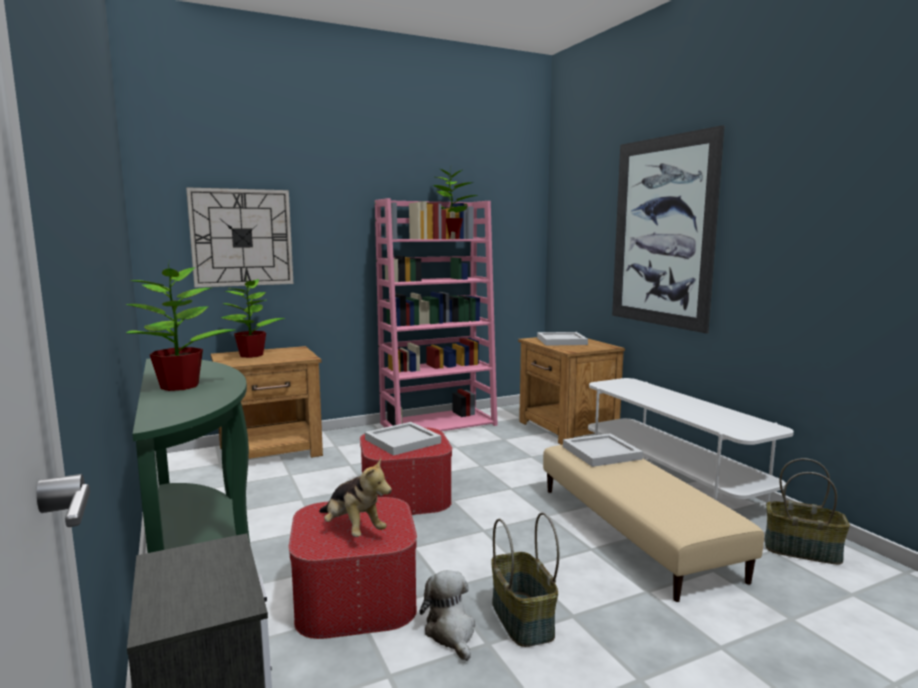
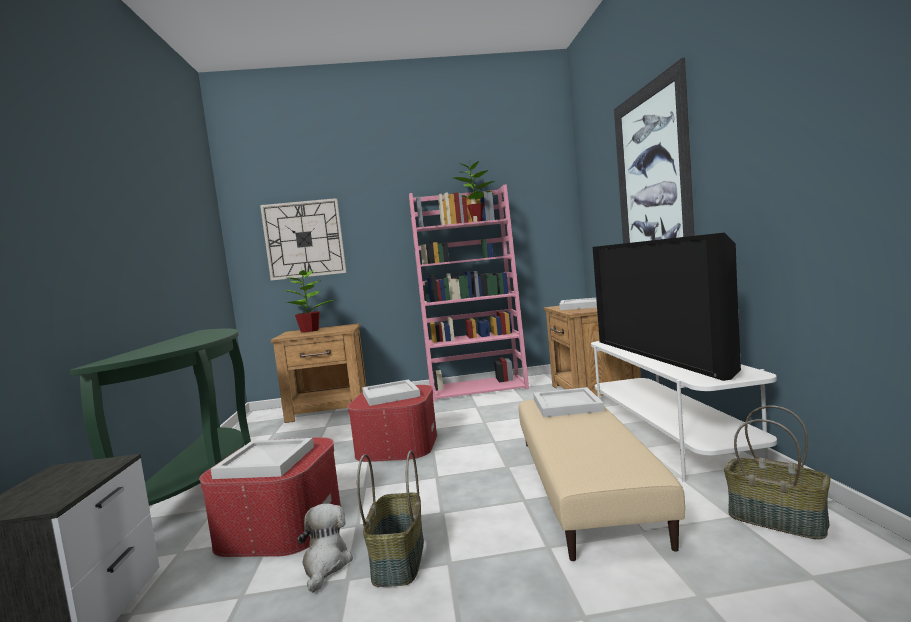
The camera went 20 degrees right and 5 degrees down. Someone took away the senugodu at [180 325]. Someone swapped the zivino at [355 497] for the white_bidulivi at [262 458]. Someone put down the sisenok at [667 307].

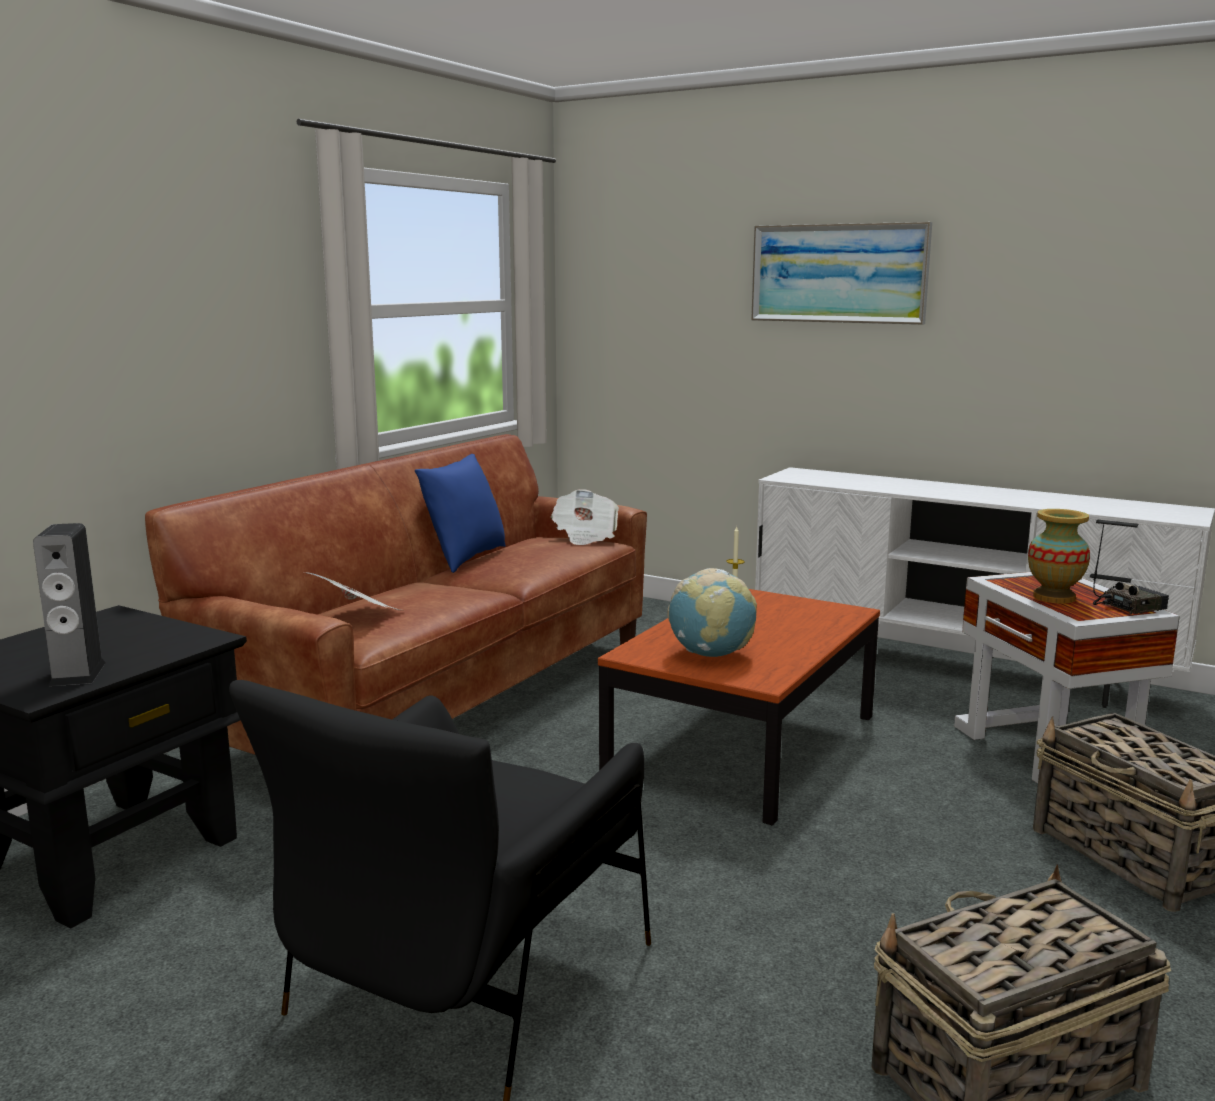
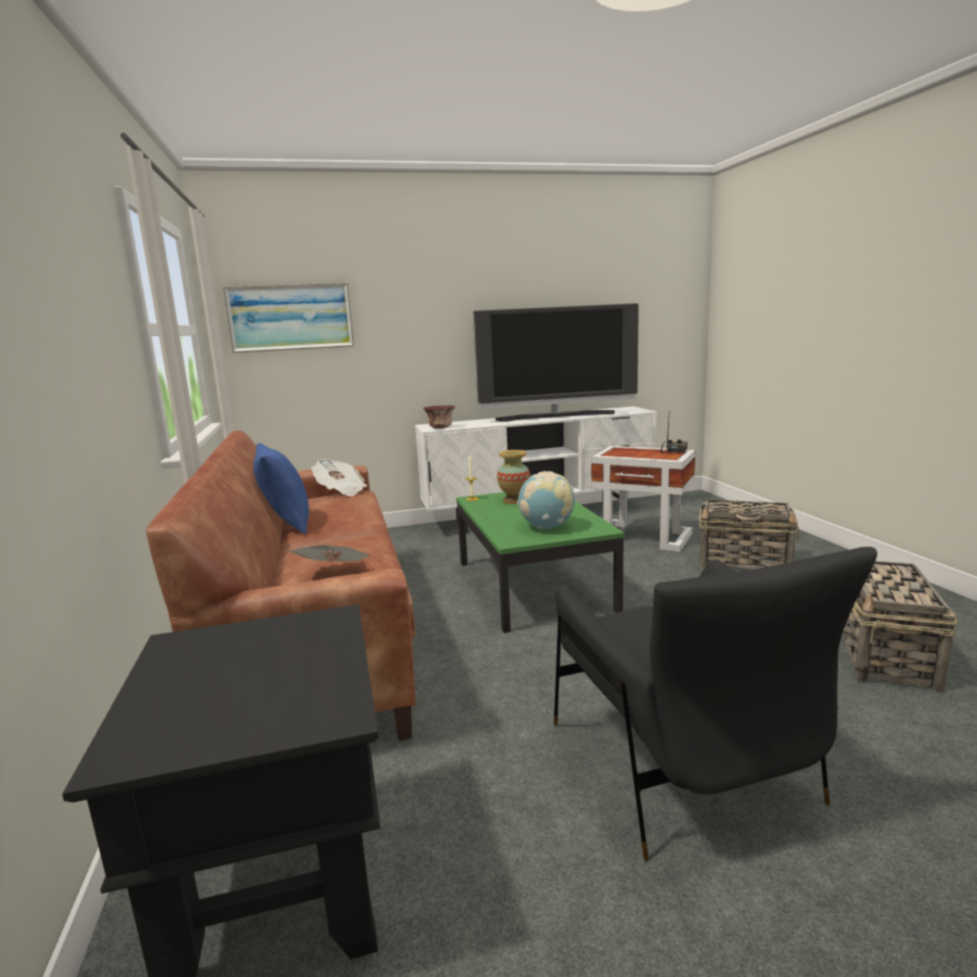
The camera went 45 degrees left and 0 degrees up. Someone carried the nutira from [841 273] to [288 318]. Someone carried the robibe from [1059 556] to [513 477]. Someone took away the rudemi at [69 604]. Someone repainted the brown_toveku at [739 707], which became the green_toveku at [540 562]. Someone put down the sisenok at [556 362]. Someone put down the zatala at [439 416].

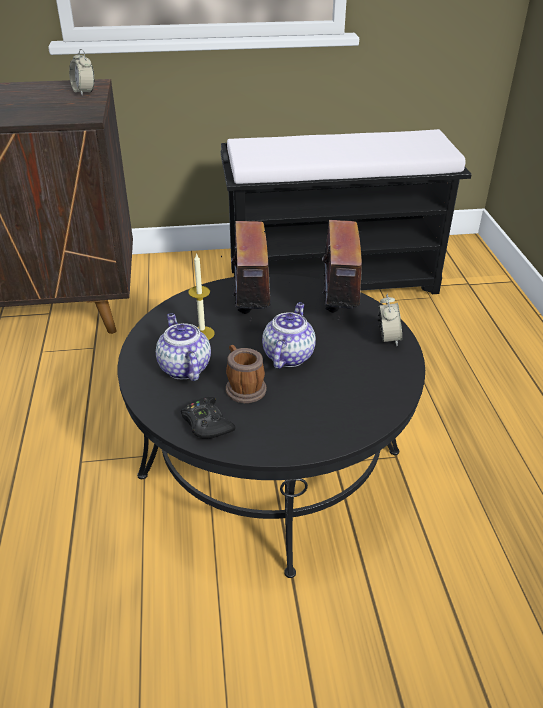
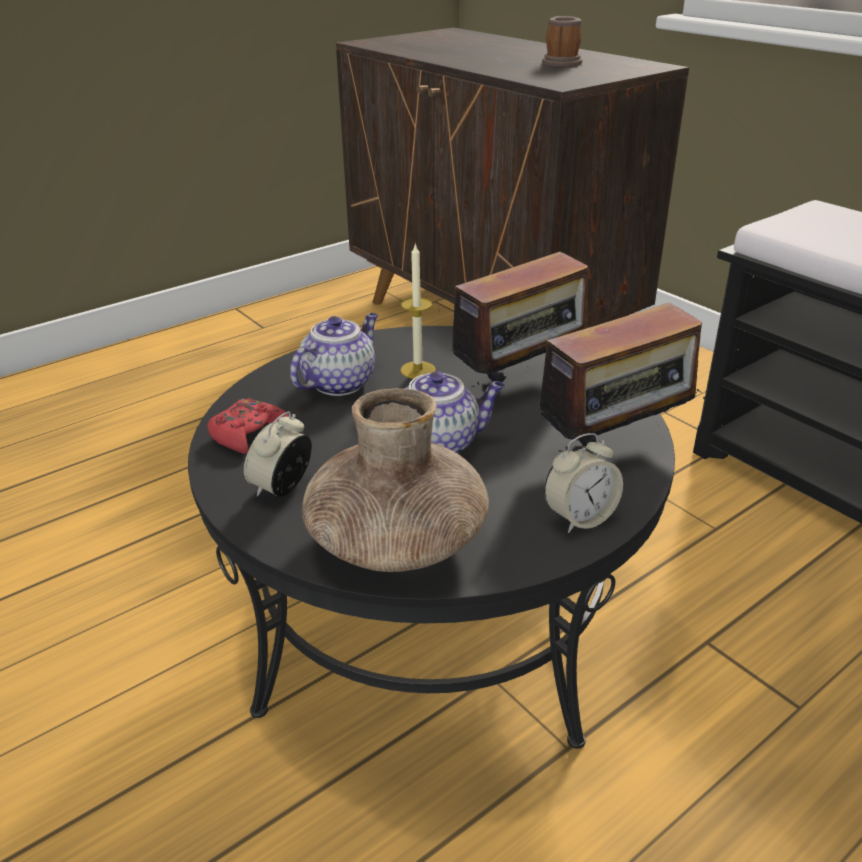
The camera went 60 degrees right and 5 degrees down. Someone carried the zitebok from [81 72] to [278 454]. Someone carried the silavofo from [246 374] to [562 41]. Someone repainted the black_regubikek at [208 418], which became the red_regubikek at [248 426]. Someone put down the brown_robibe at [395 480].

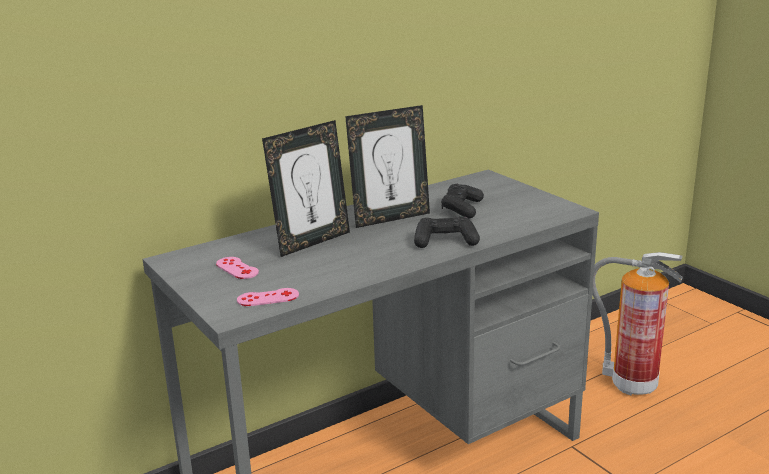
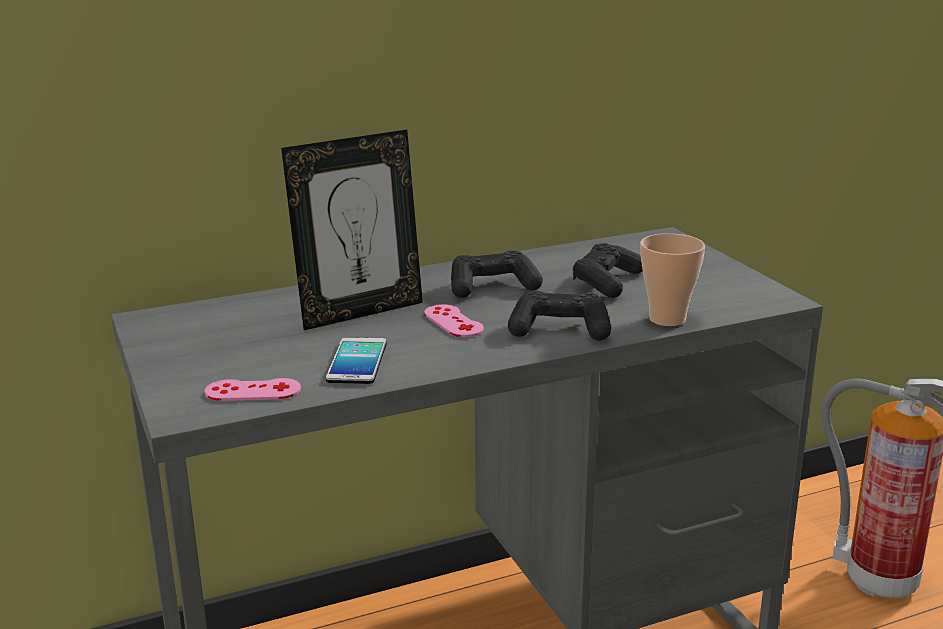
The camera went 10 degrees right and 0 degrees up. Someone swapped the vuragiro at [387 166] for the black_regubikek at [497 274]. Someone carried the pink_regubikek from [237 268] to [454 321]. Someone put down the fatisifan at [672 279]. Someone put down the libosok at [356 360].

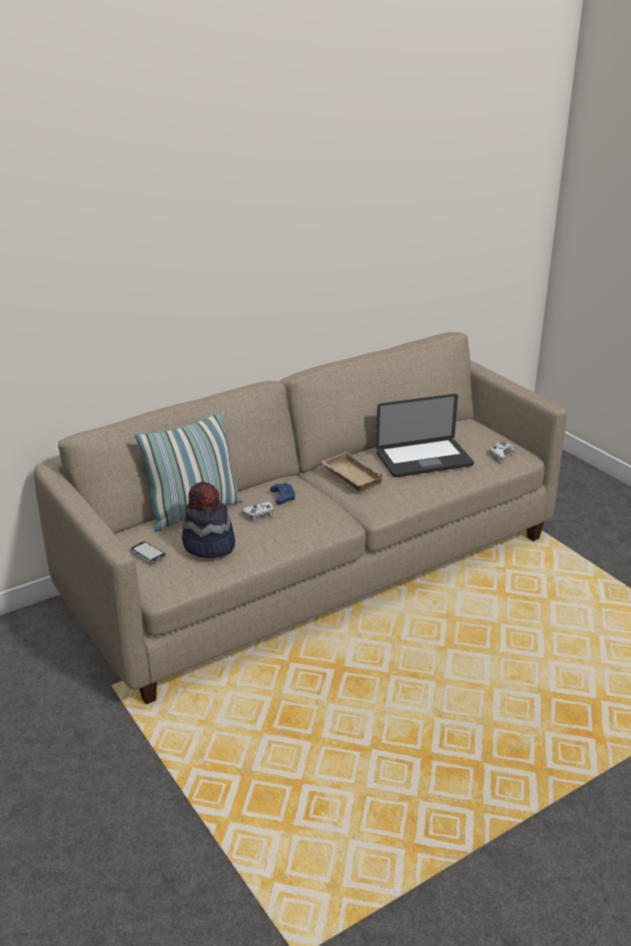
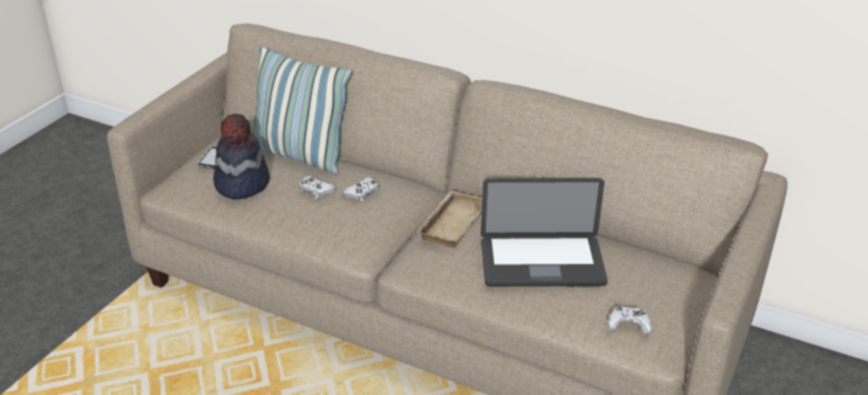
The camera went 60 degrees right and 5 degrees up. Someone rotated the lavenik at [425 435] by 45 degrees counterclockwise. Someone repainted the blue_regubikek at [282 493], which became the white_regubikek at [360 189].

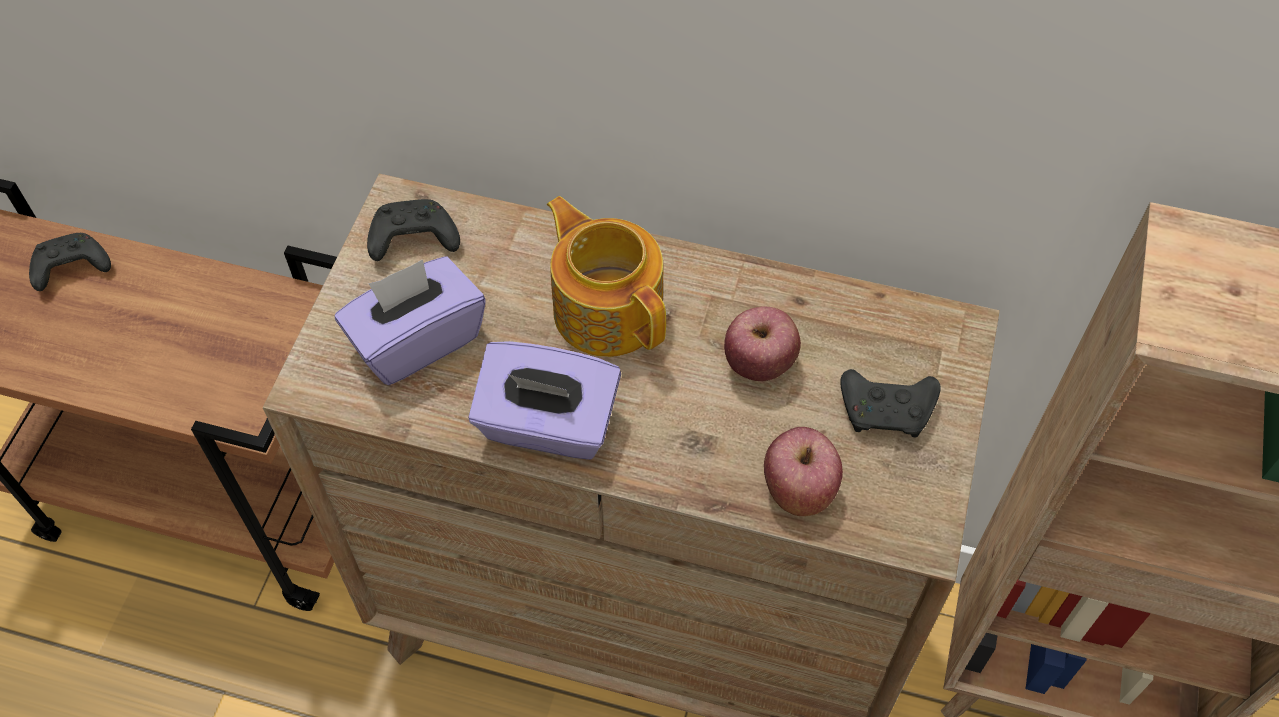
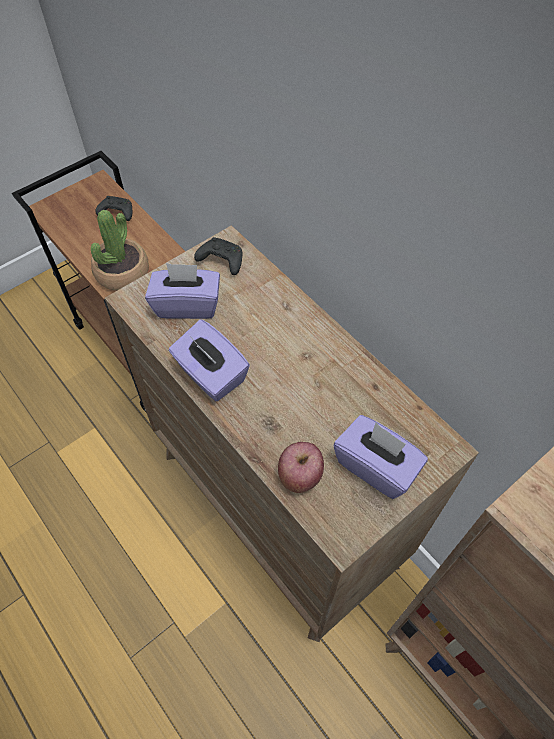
The camera went 35 degrees right and 0 degrees up. Someone took away the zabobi at [606 276]. Someone took away the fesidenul at [762 343]. Someone swapped the black_regubikek at [891 403] for the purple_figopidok at [381 457]. Someone put down the senugodu at [120 250].

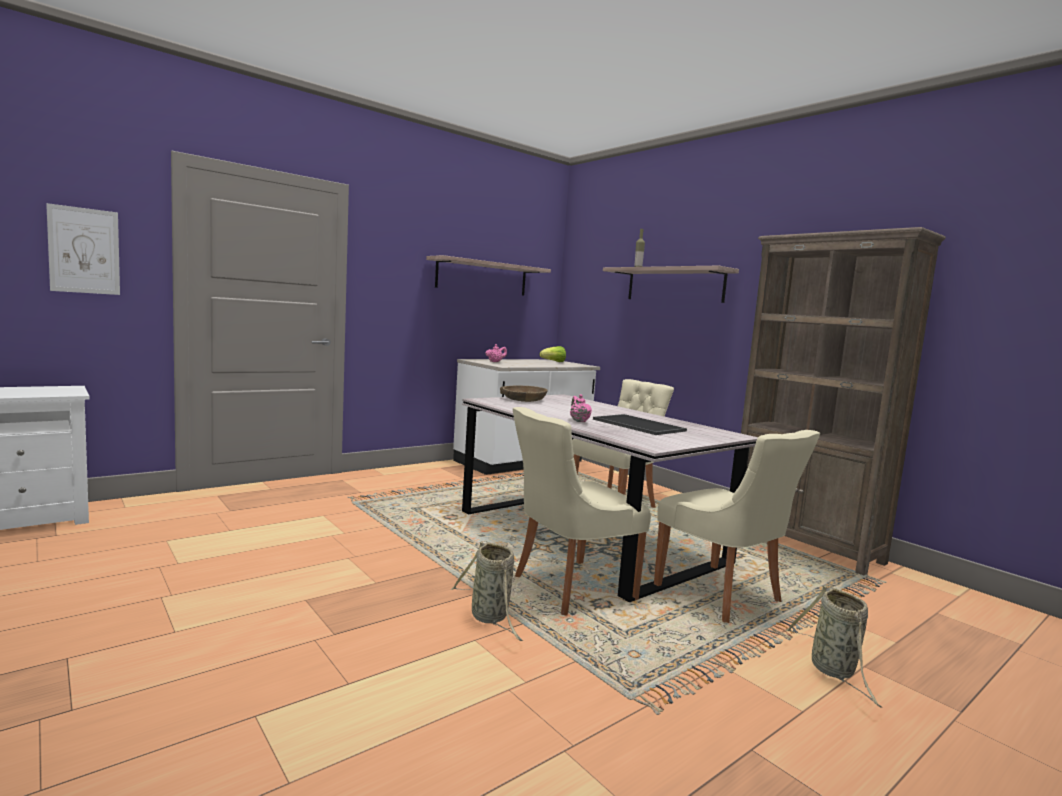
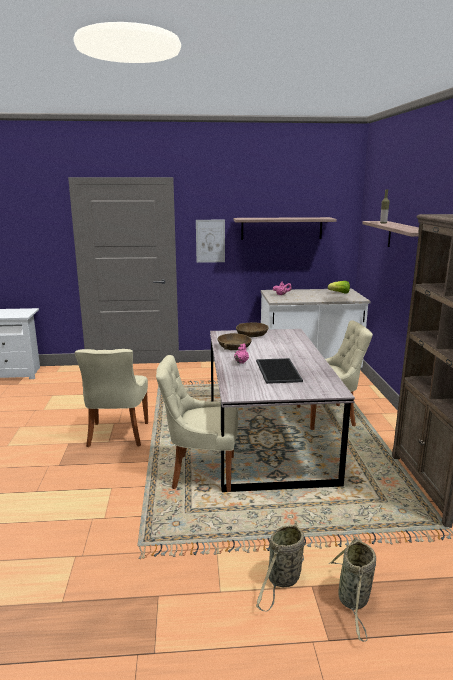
The camera went 35 degrees right and 10 degrees up. Someone carried the nutira from [83 249] to [210 241]. Someone carried the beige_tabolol from [737 526] to [111 398]. Someone carried the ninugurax from [487 591] to [352 589]. Someone put down the brown_zatala at [235 341].

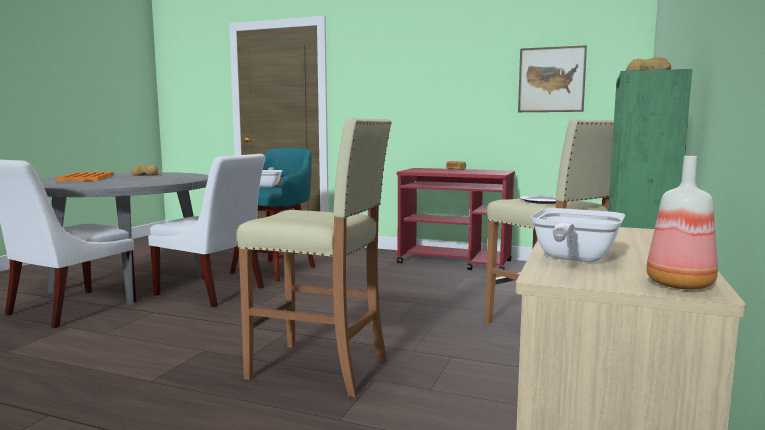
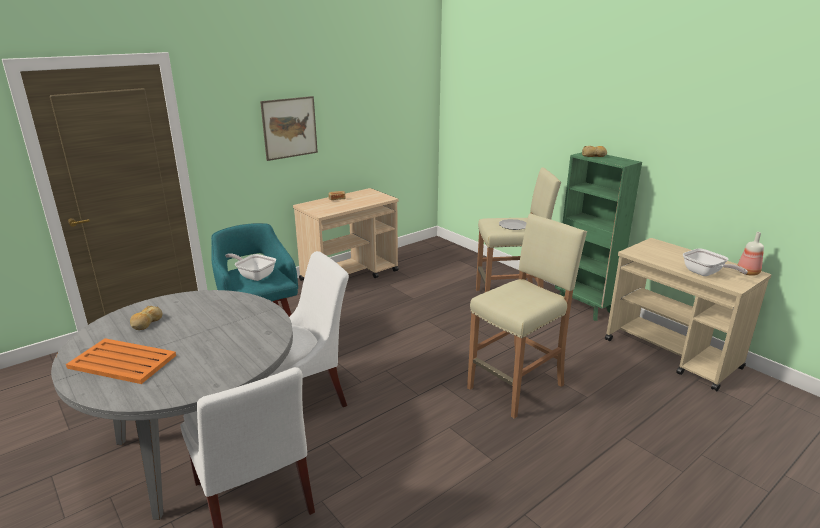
The camera went 60 degrees left and 15 degrees up. Someone carried the nutira from [552 78] to [289 128]. Someone repainted the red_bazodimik at [456 219], which became the beige_bazodimik at [346 234].

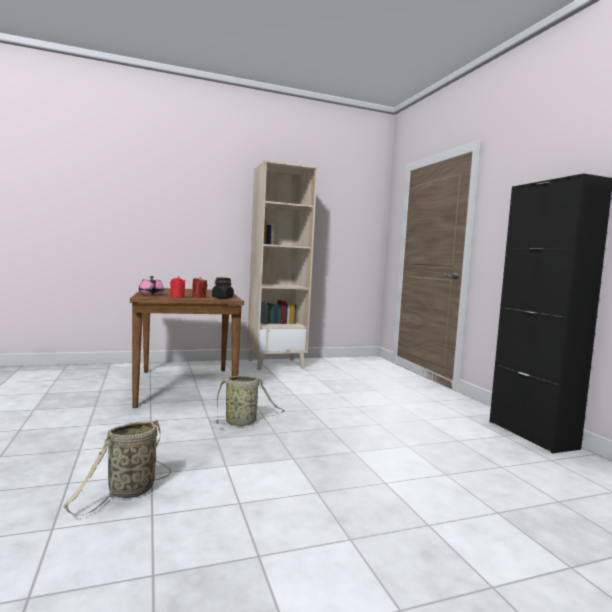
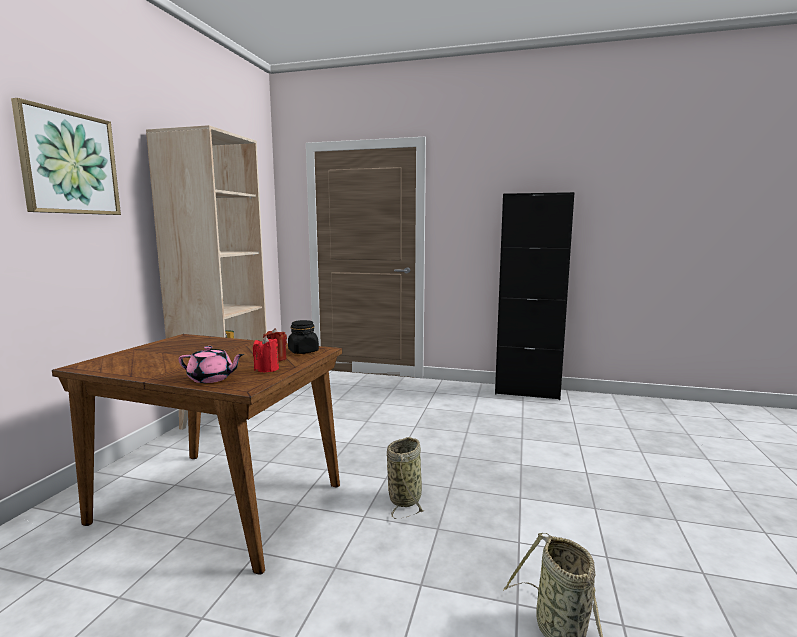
The camera went 55 degrees left and 5 degrees up. Someone put up the nutira at [66 156].

